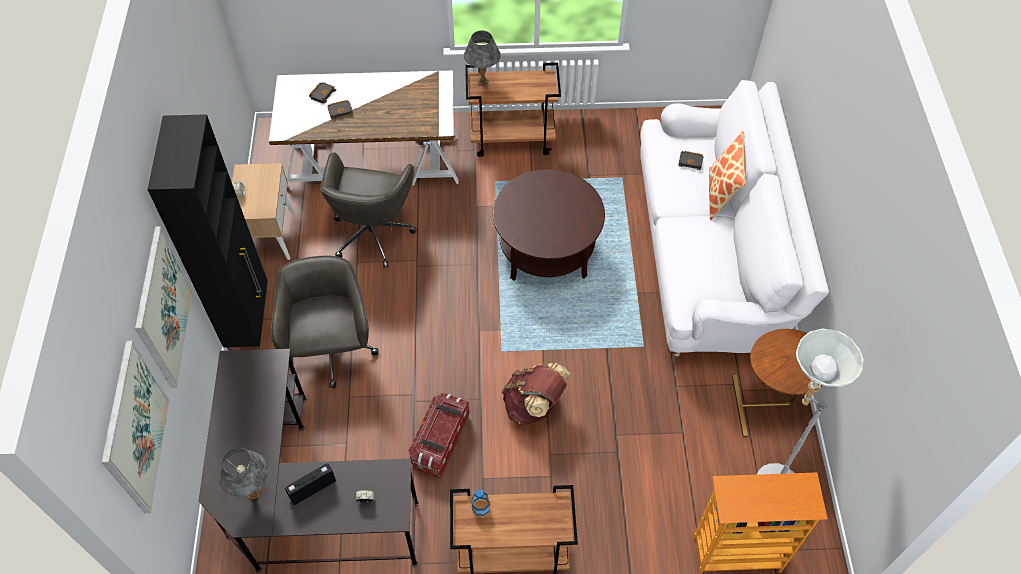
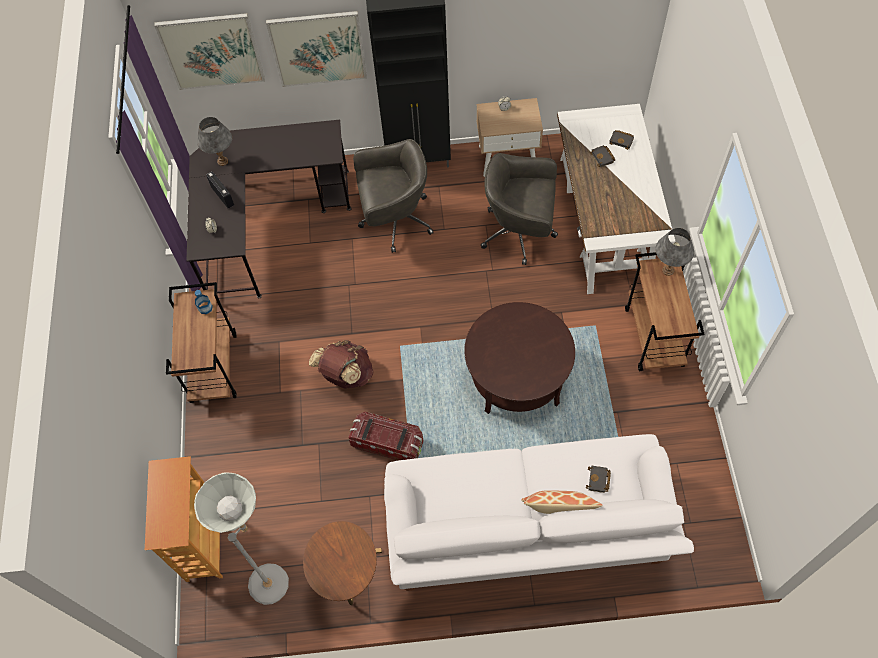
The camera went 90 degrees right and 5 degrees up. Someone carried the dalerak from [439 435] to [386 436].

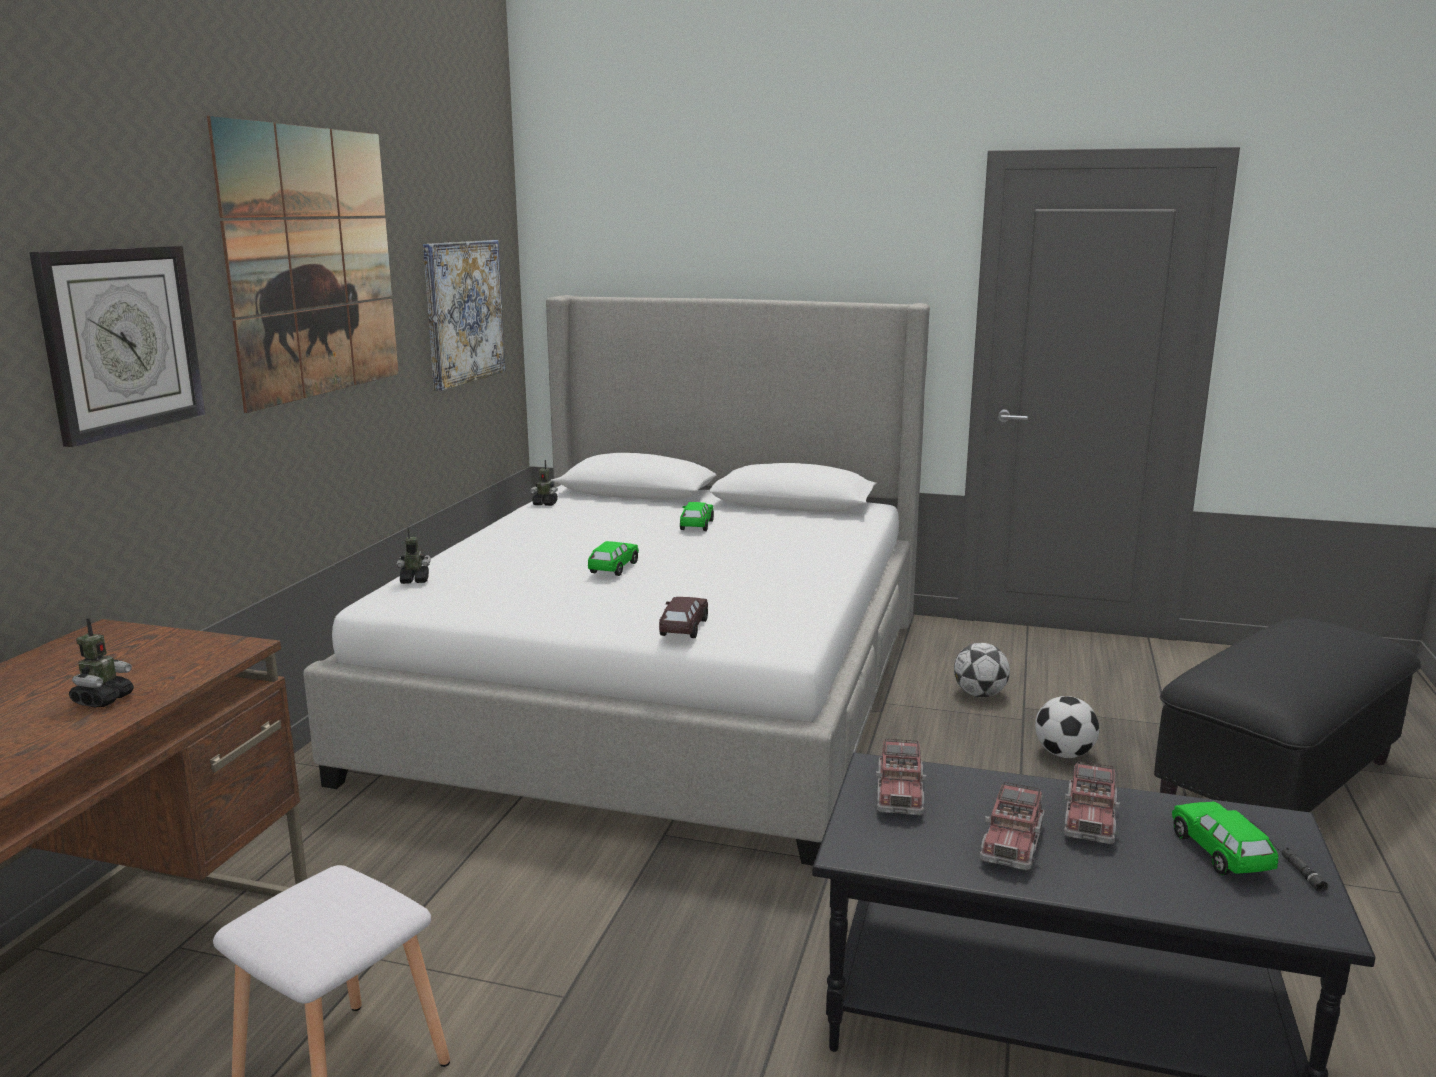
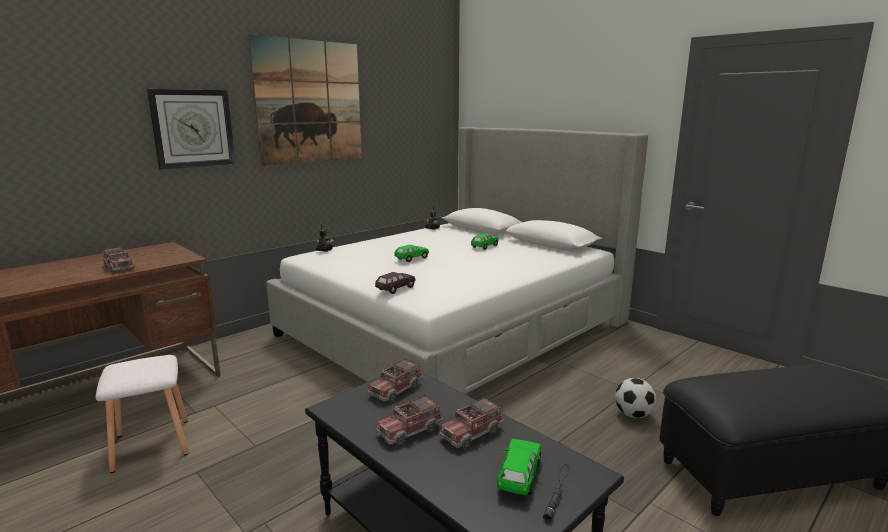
The camera went 30 degrees right and 0 degrees up. Someone took away the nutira at [464 315]. Someone swapped the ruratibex at [101 662] for the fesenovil at [118 260]. Someone took away the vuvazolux at [982 670].

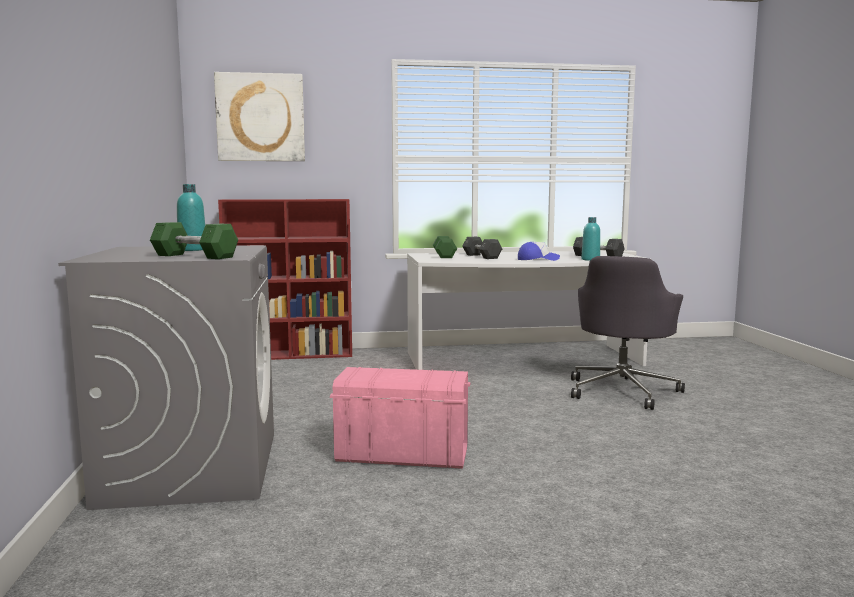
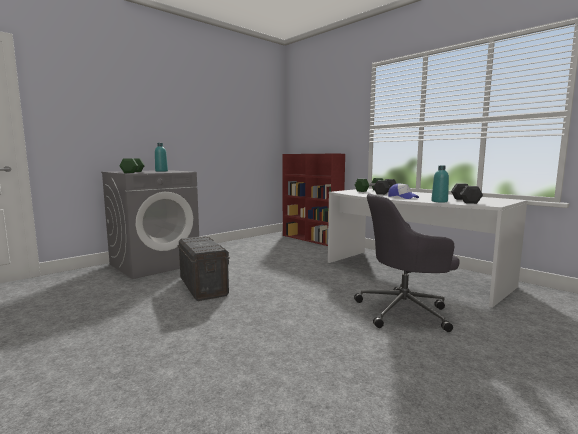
The camera went 55 degrees right and 0 degrees up. Someone took away the nutira at [259 116]. Someone repainted the pink_dalerak at [400 418], which became the grey_dalerak at [203 268].

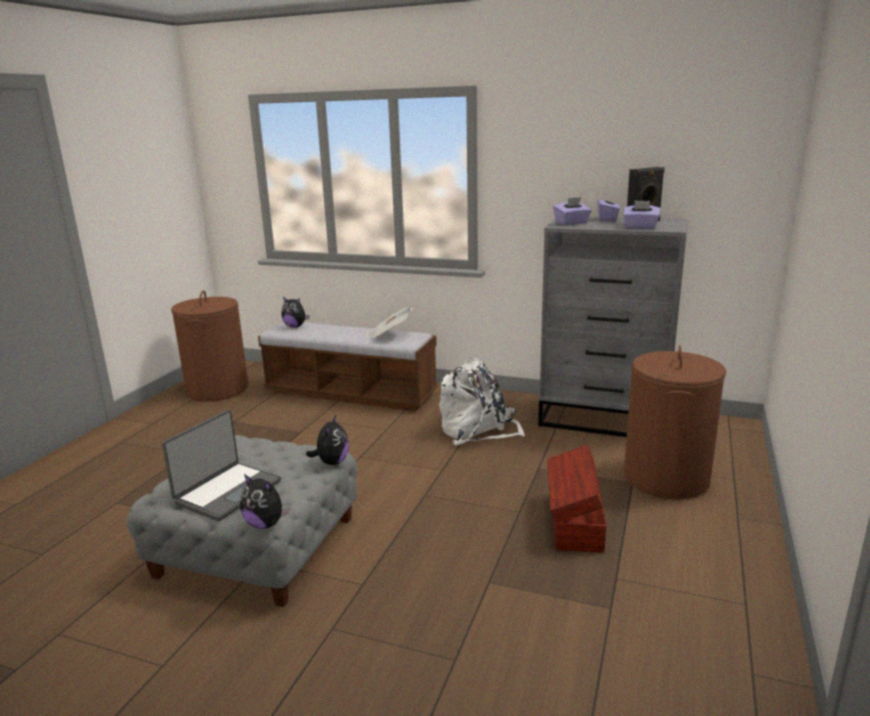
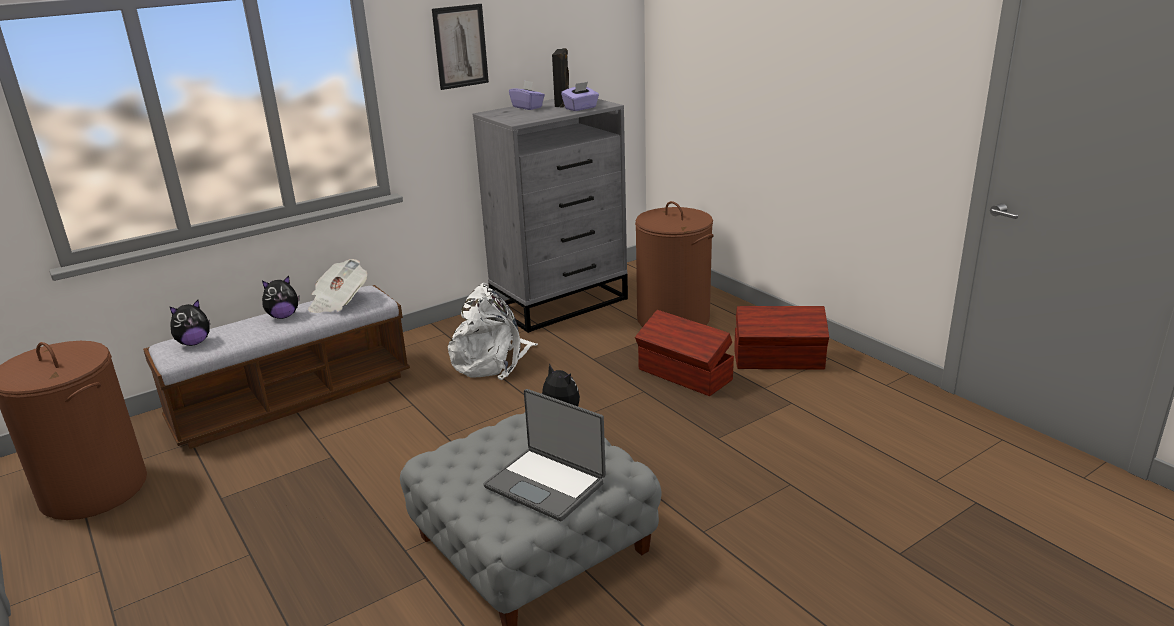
The camera went 55 degrees left and 5 degrees up. Someone took away the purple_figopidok at [572 211]. Someone rotated the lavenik at [221 465] by 150 degrees clockwise. Someone carried the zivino from [265 501] to [281 297]. Someone put up the nutira at [460 47]. Someone put down the brown_dalerak at [781 337].

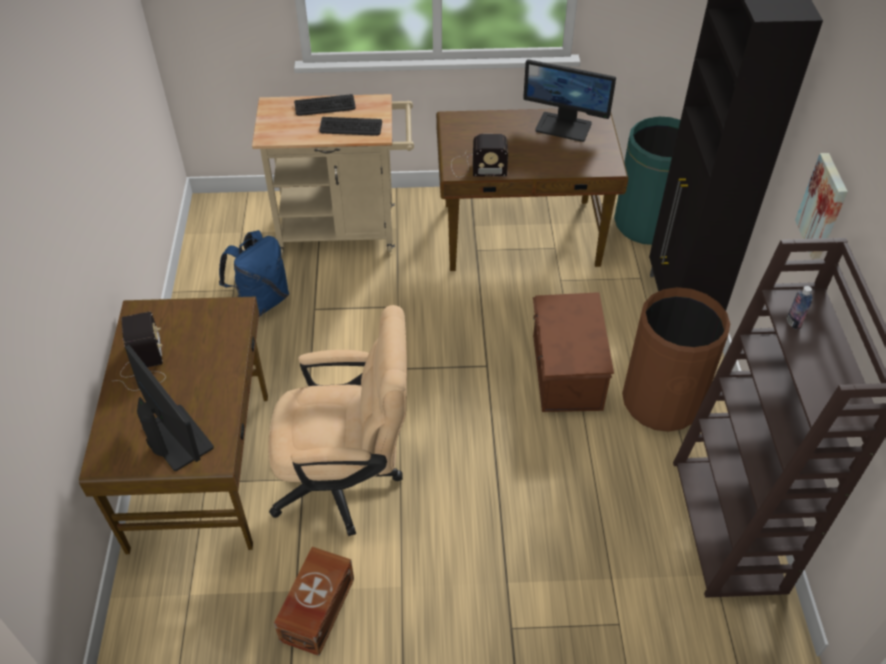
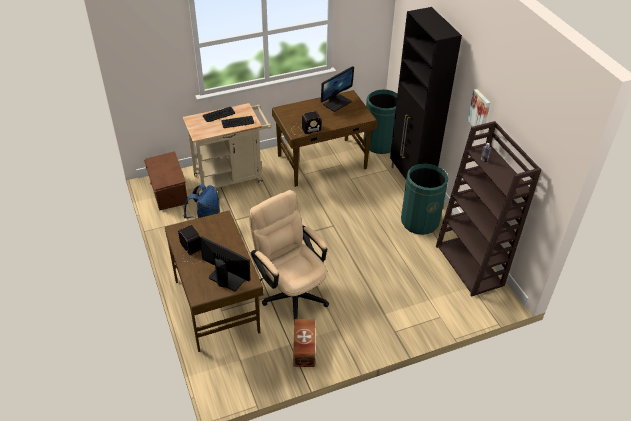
The camera went 20 degrees left and 5 degrees down. Someone rotated the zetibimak at [569 100] by 45 degrees counterclockwise. Someone repainted the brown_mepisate at [676 359], which became the green_mepisate at [424 199]. Someone carried the brown_dalerak from [573 352] to [166 181]. Someone rotated the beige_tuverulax at [338 420] by 105 degrees counterclockwise.

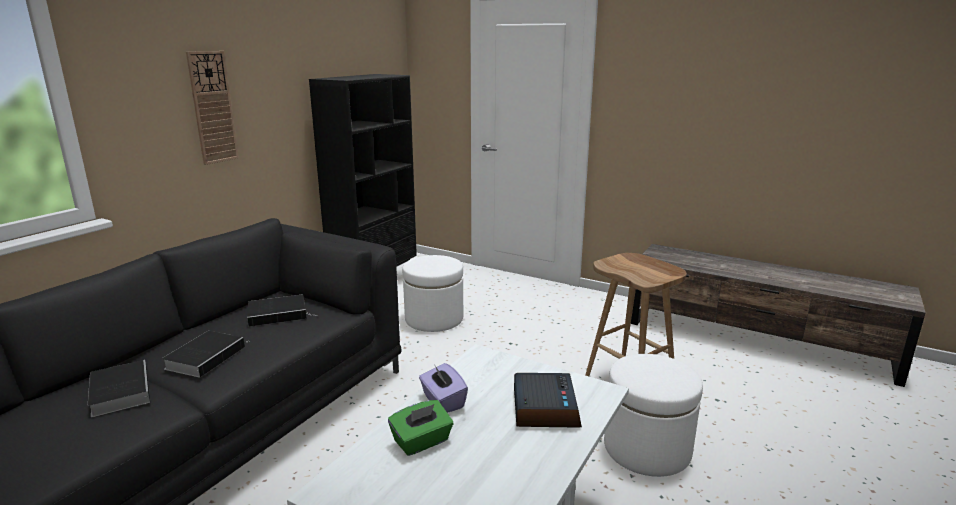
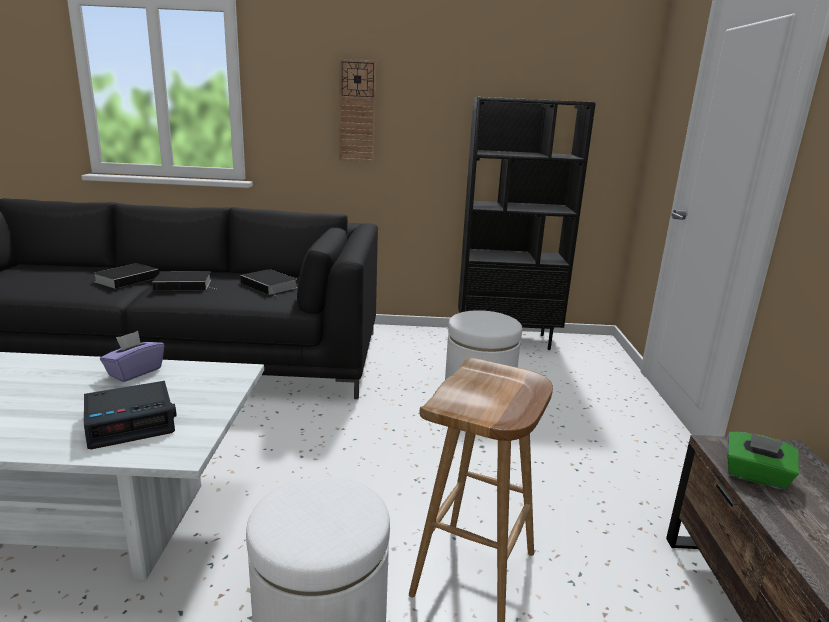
The camera went 60 degrees right and 0 degrees up. Someone carried the green_figopidok from [420 428] to [763 461].

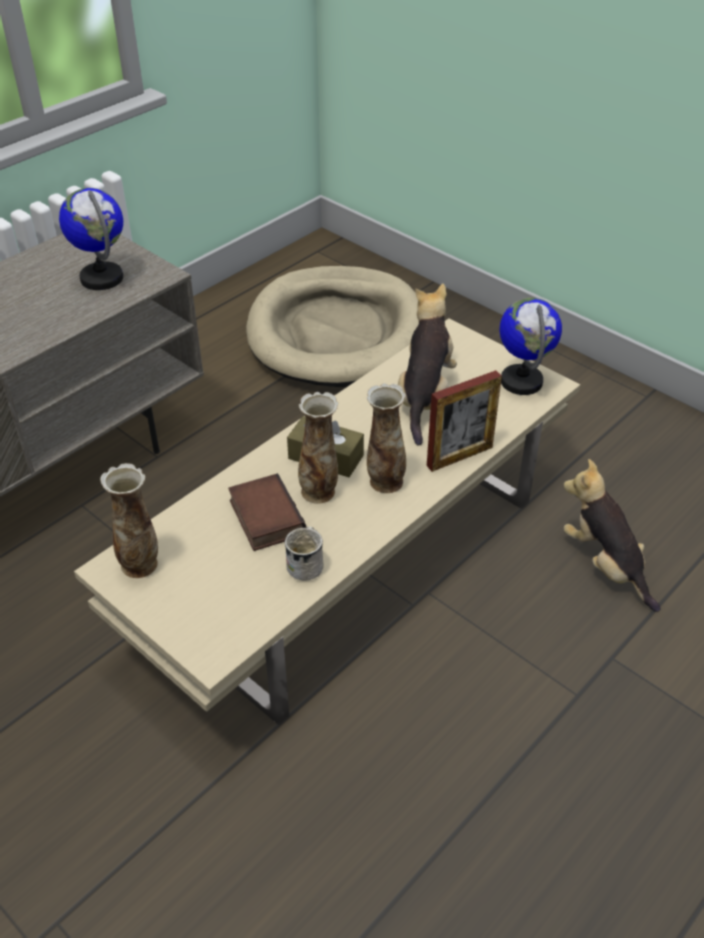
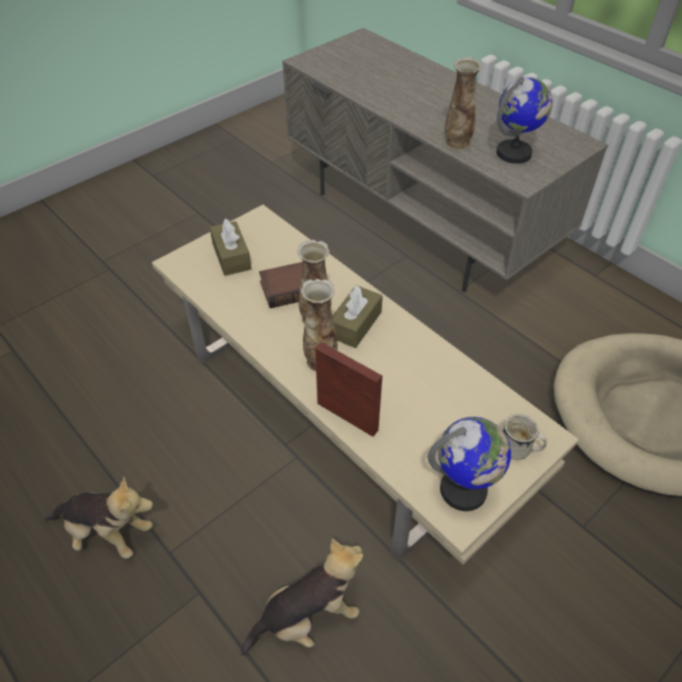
The camera went 95 degrees right and 5 degrees up. Someone carried the zivino from [427 365] to [99 517]. Someone rotated the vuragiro at [464 421] by 150 degrees clockwise. Someone carried the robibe from [129 520] to [464 103]. Someone carried the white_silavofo from [304 553] to [525 437]. Someone put down the brown_figopidok at [230 247].

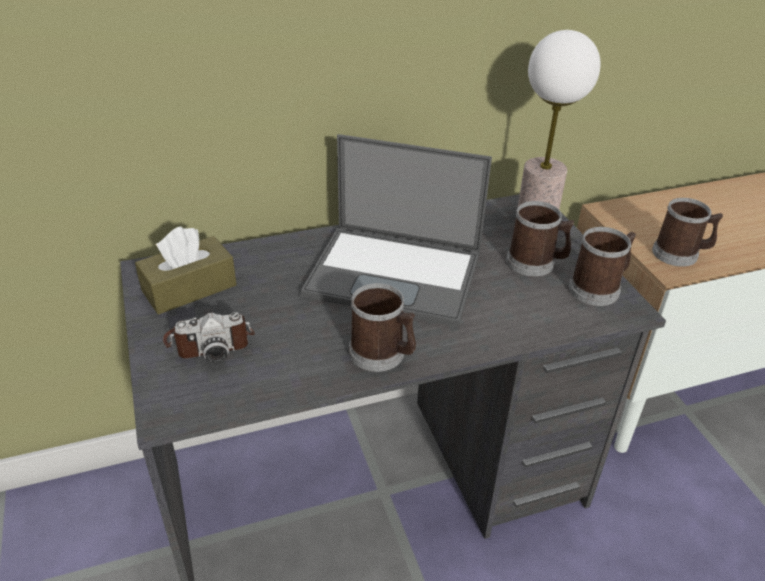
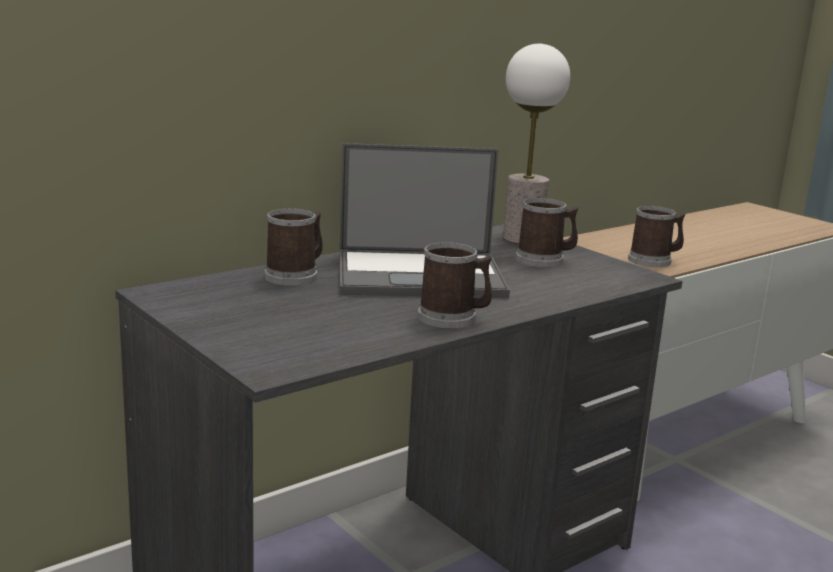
The camera went 20 degrees left and 20 degrees down. Someone took away the brown_figopidok at [186 270]. Someone carried the silavofo from [602 266] to [293 247]. Someone took away the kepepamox at [209 337].

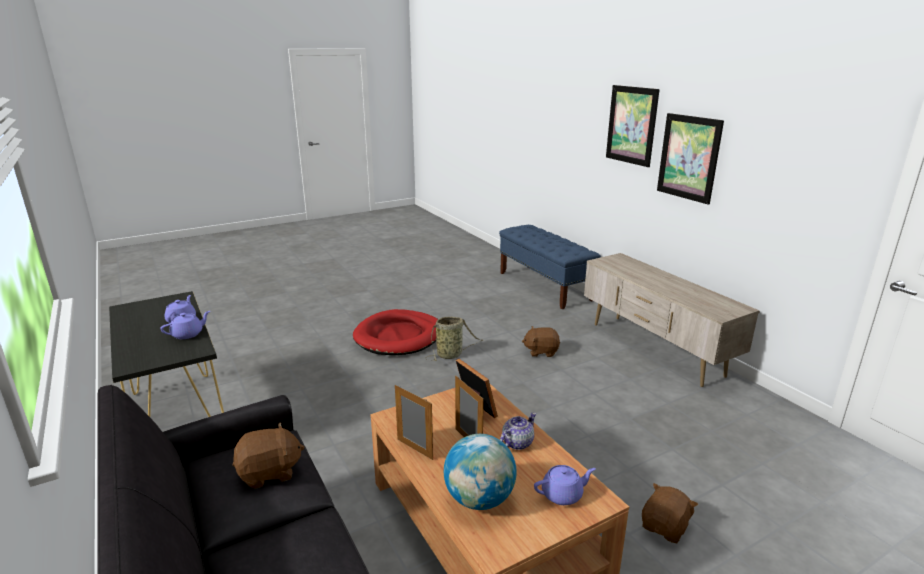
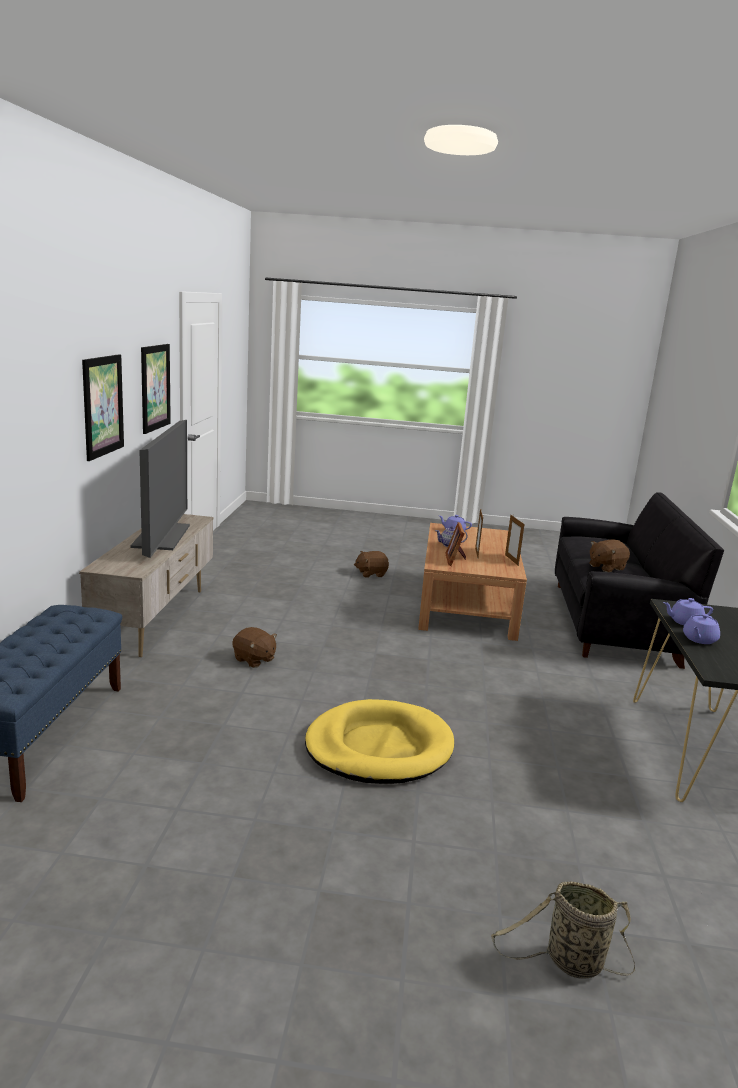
The camera went 145 degrees left and 5 degrees down. Someone carried the nutira from [633 126] to [156 389]. Someone repainted the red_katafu at [395 332], which became the yellow_katafu at [379 741]. Someone carried the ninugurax from [454 338] to [563 930]. Someone rotated the brown_zivino at [269 455] by 45 degrees counterclockwise. Someone took away the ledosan at [480 472]. Someone put down the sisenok at [160 489].

